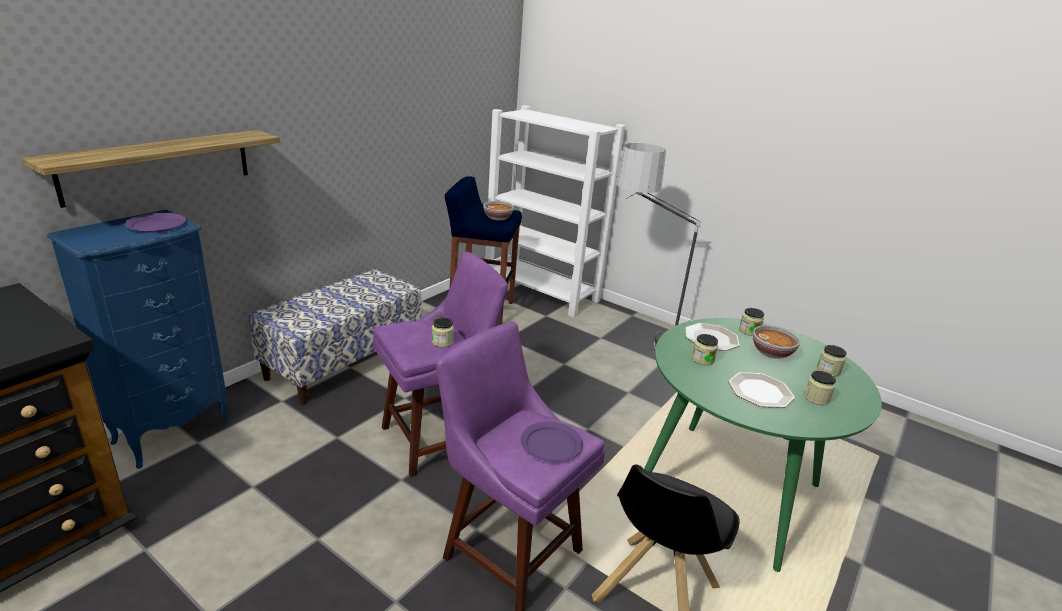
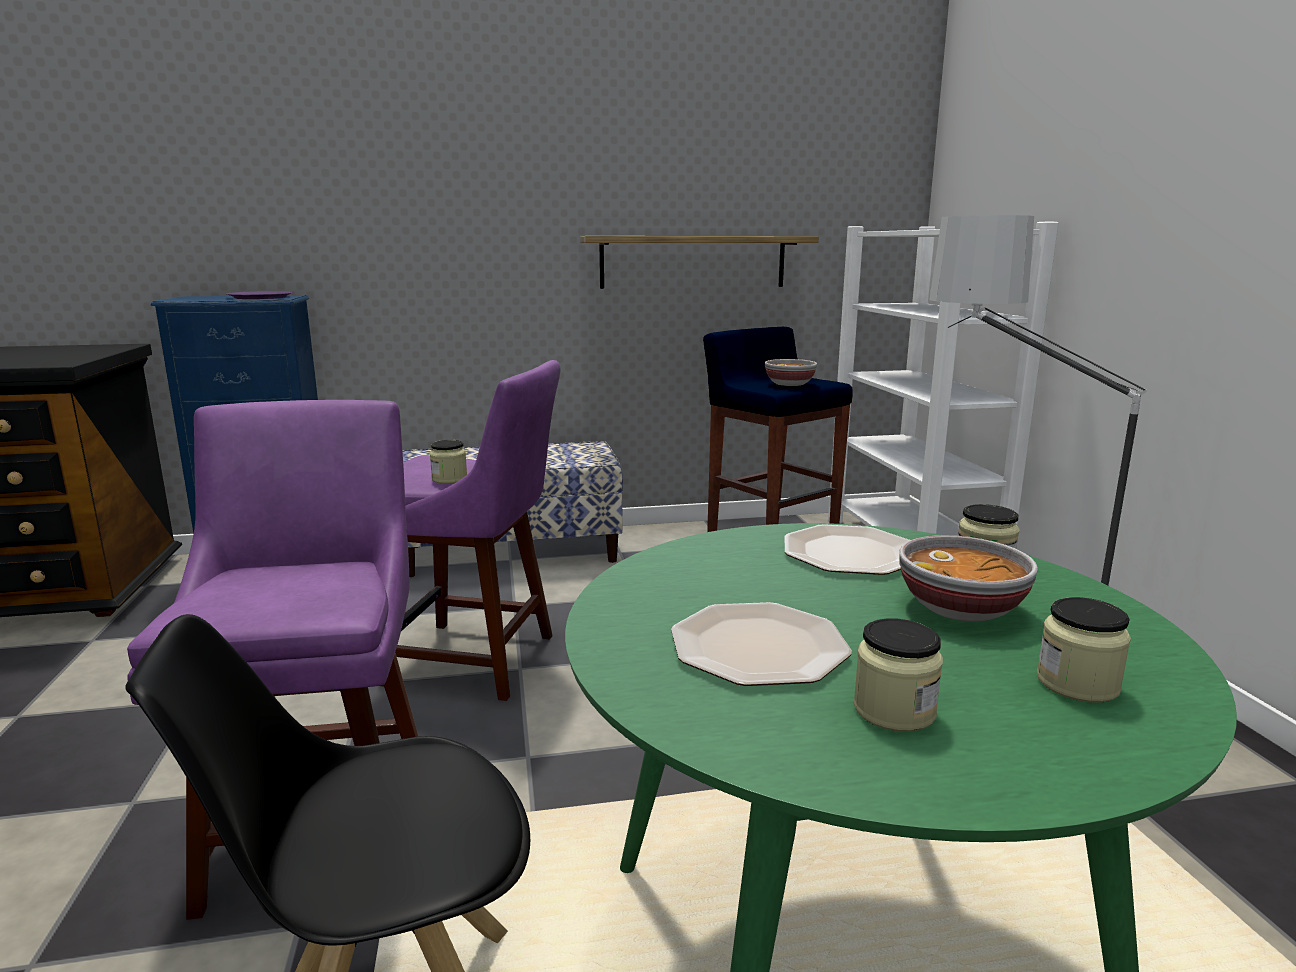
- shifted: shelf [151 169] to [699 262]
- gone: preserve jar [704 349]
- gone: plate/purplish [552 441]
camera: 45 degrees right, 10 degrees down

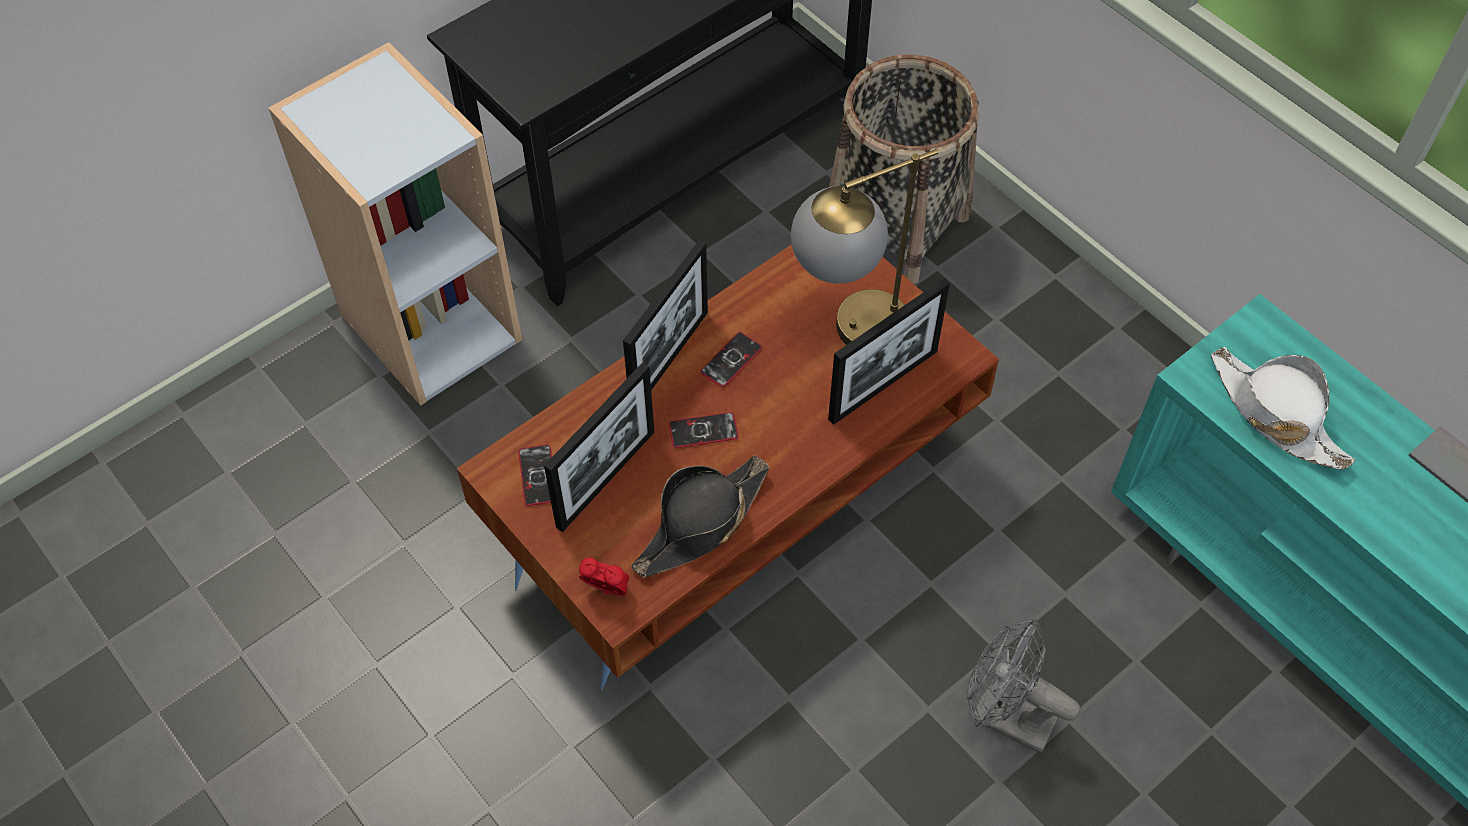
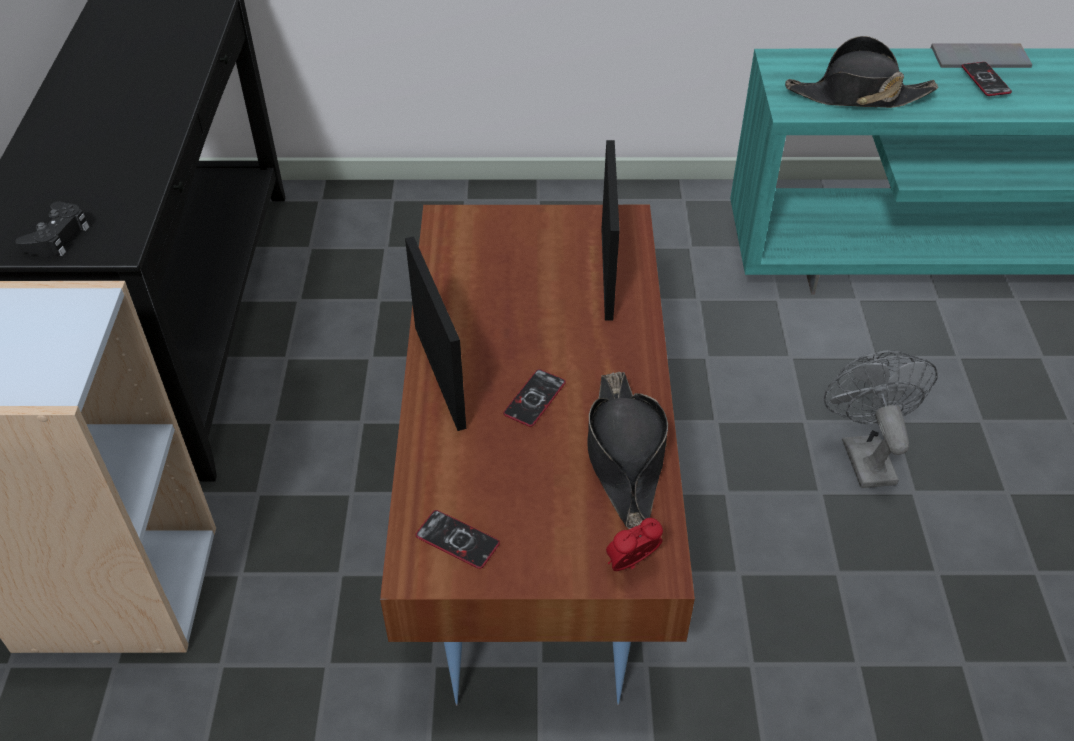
- gone: household basket [904 169]
- gone: tabletop lamp [864 247]
- shifted: phone [731 359] to [987 79]
- repainted: clothing hat/white [1283 408] to clothing hat/blackish [861 72]
- gone: photo frame [599 447]
- rotated: electric fan/grey [1023 686] = [880 419] 105 degrees clockwise
- new: joypad/blackish [52 229]
camera: 50 degrees left, 10 degrees down

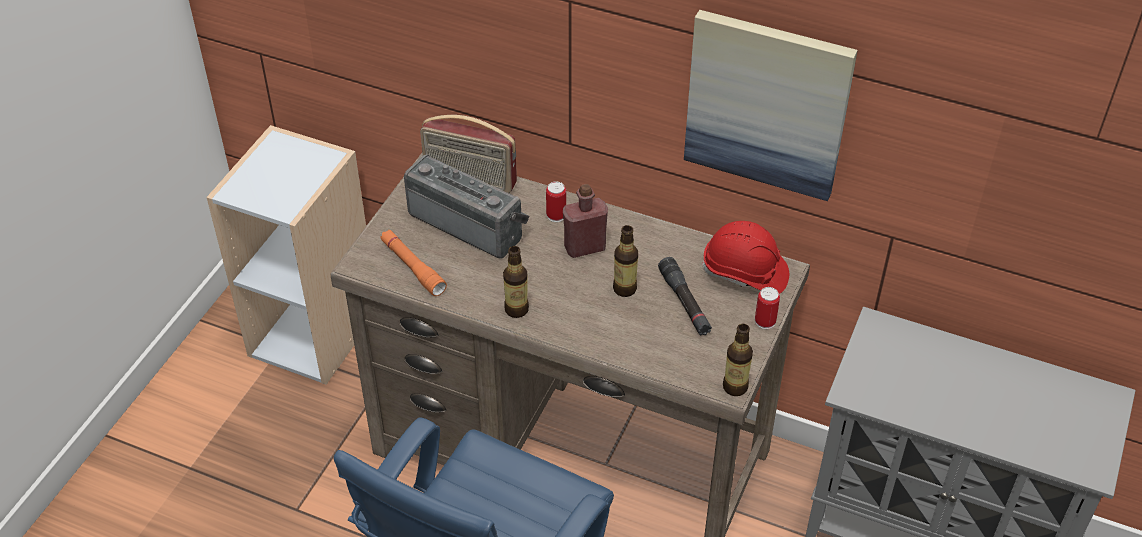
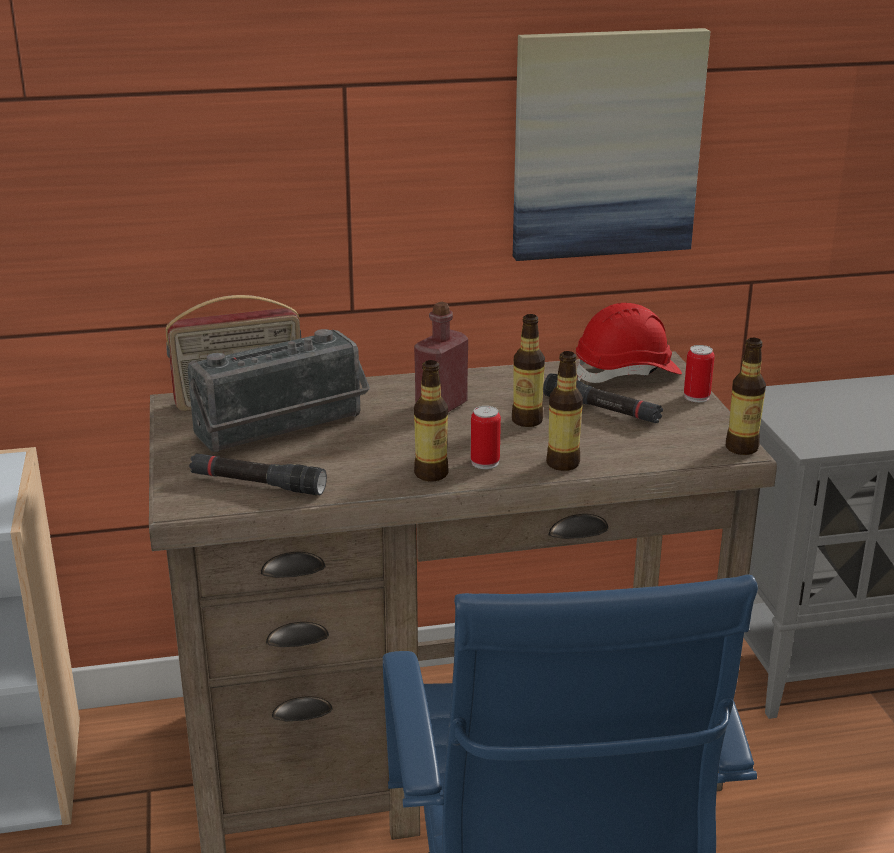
- rotated: radio receiver [467 207] = [279 390] 150 degrees clockwise
- shifted: metal can [556 201] to [486 437]
- repainted: torch/orange [413 263] to torch/blackish [258 474]
- new: drink bottle [564 411]
camera: 35 degrees left, 20 degrees down

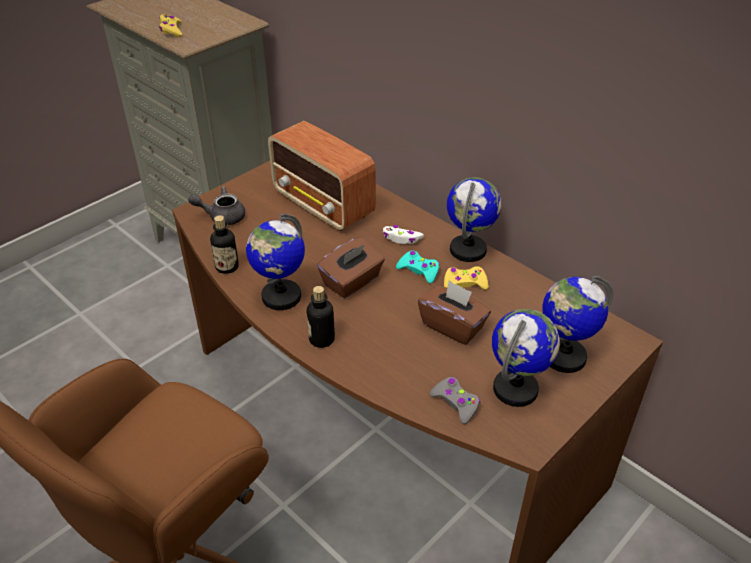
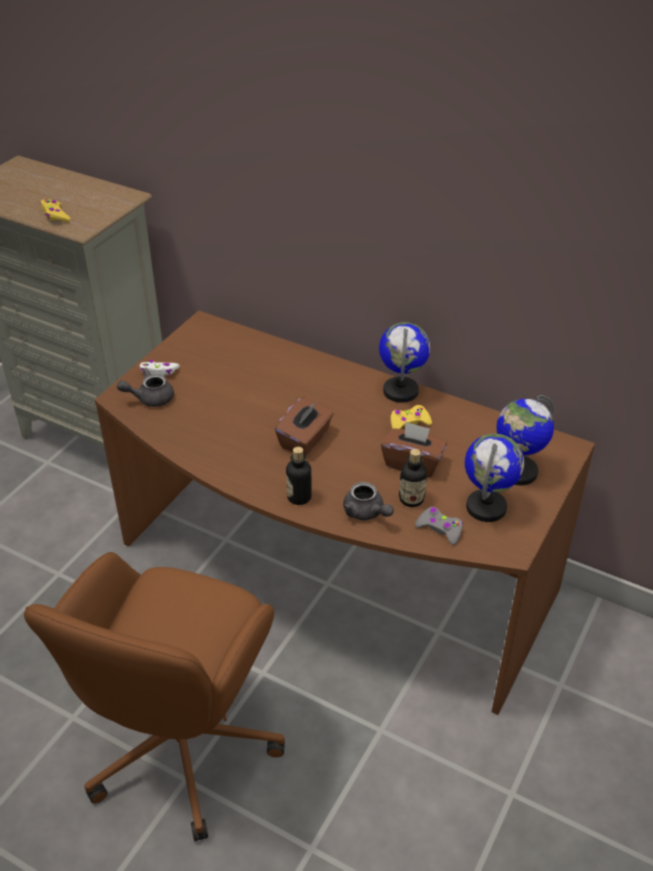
- gone: radio receiver [322 176]
- gone: desk globe [275 262]
- shifted: drink bottle [224 244] to [413 478]
- shifted: joypad/white [403 234] to [160 368]
- gone: joypad/blue-green [418 267]
- new: pot for tea/grey [368 501]
camera: 15 degrees left, 0 degrees up

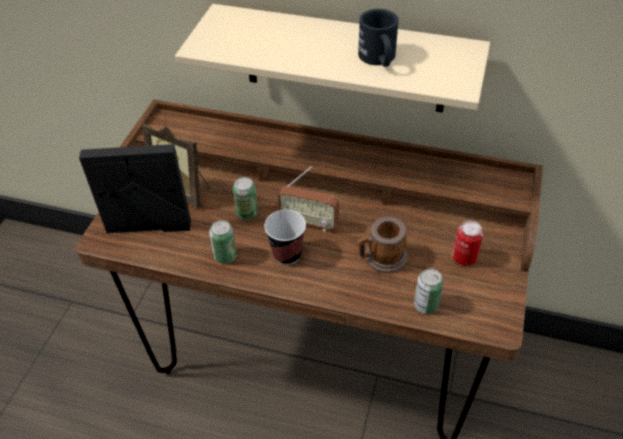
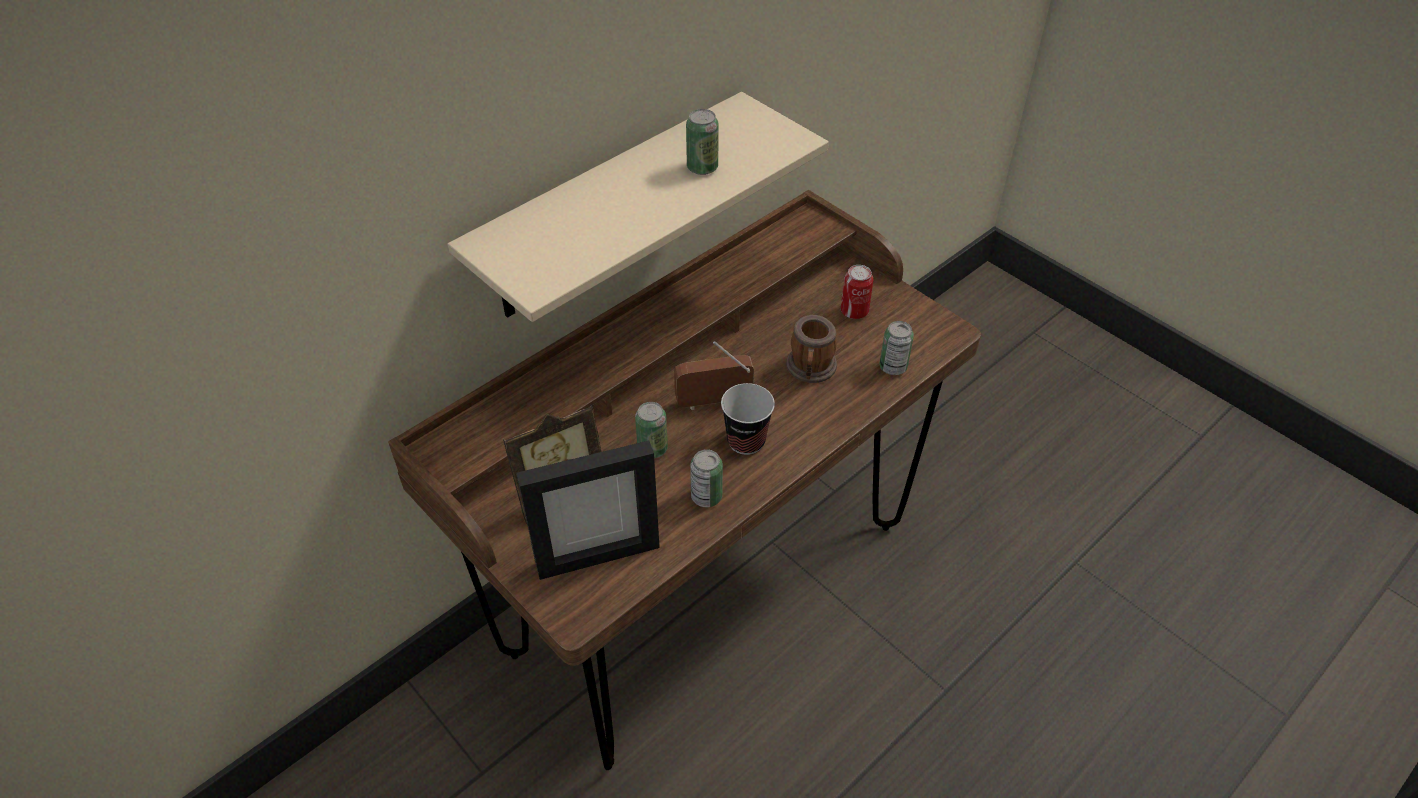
- swapped: coffee mug/blackish [378 38] to metal can [702 142]
- rotated: photo frame [135 188] = [588 510] 135 degrees counterclockwise
- rotated: radio receiver [308 199] = [714 376] 150 degrees counterclockwise
camera: 60 degrees left, 0 degrees up

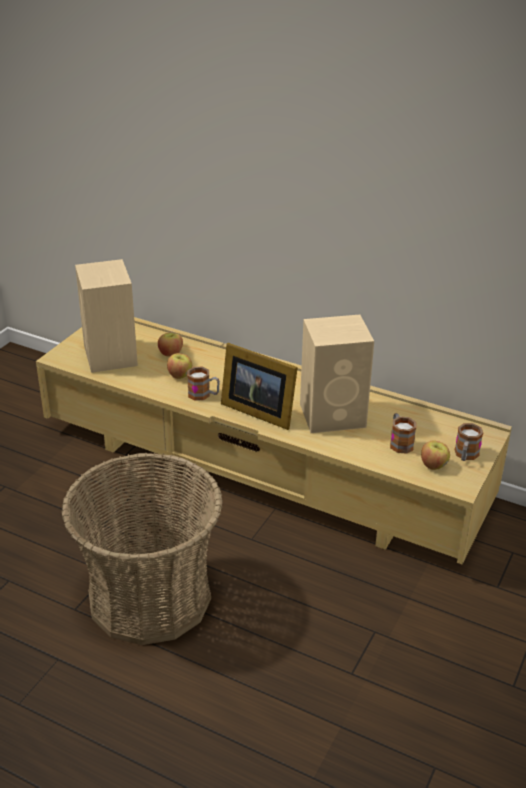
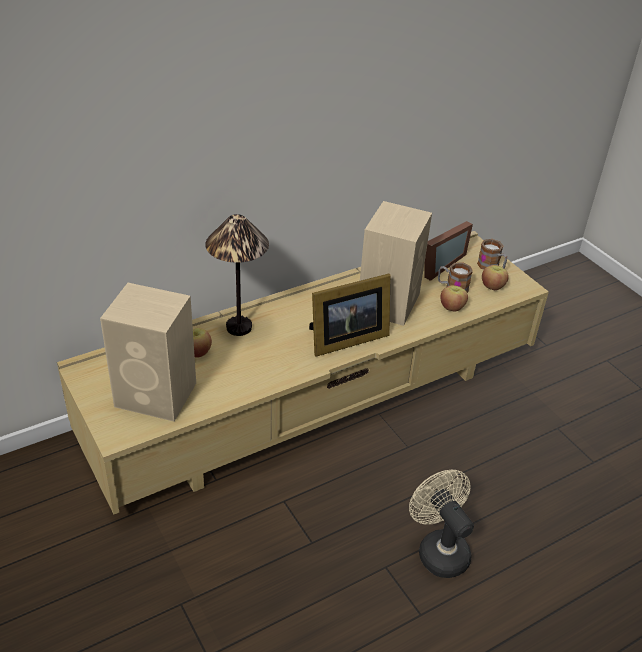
- shifted: apple [179 366] to [454 298]
- gone: coffee mug [203 384]
- swapped: household basket [142 549] to electric fan/beige [441 524]
- new: tabletop lamp [237 275]
- new: photo frame [448 251]
camera: 60 degrees left, 5 degrees up

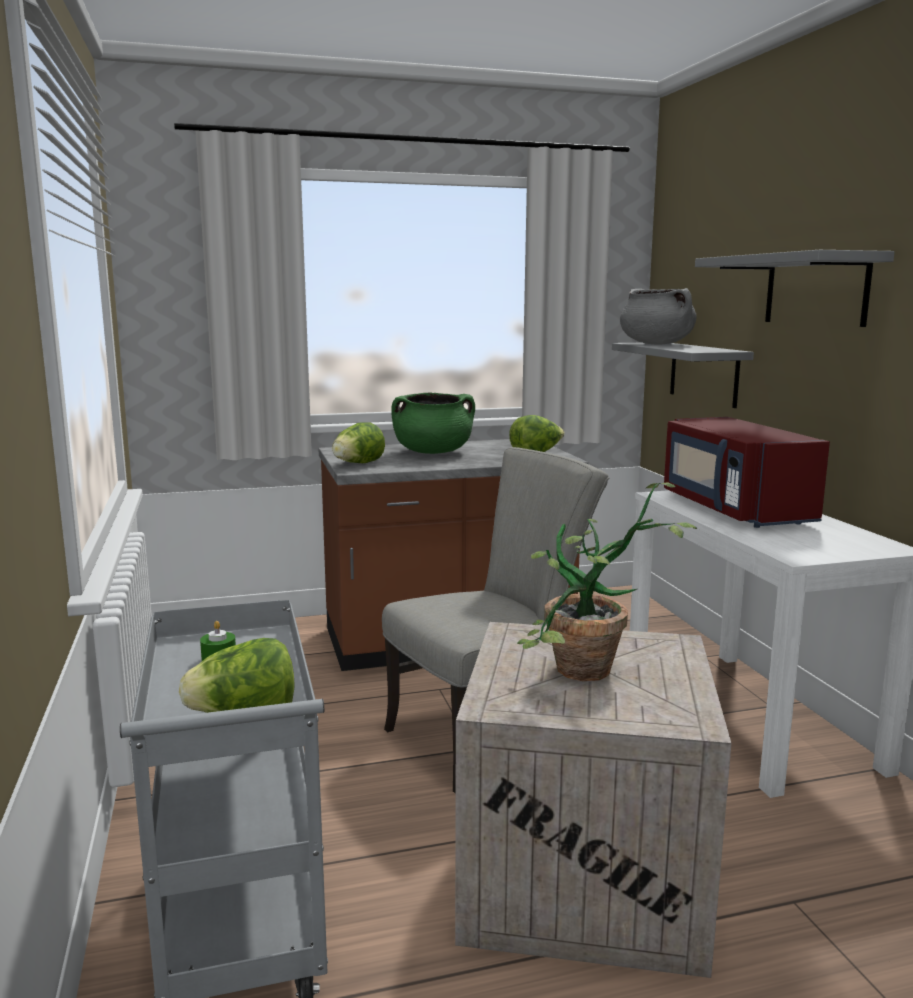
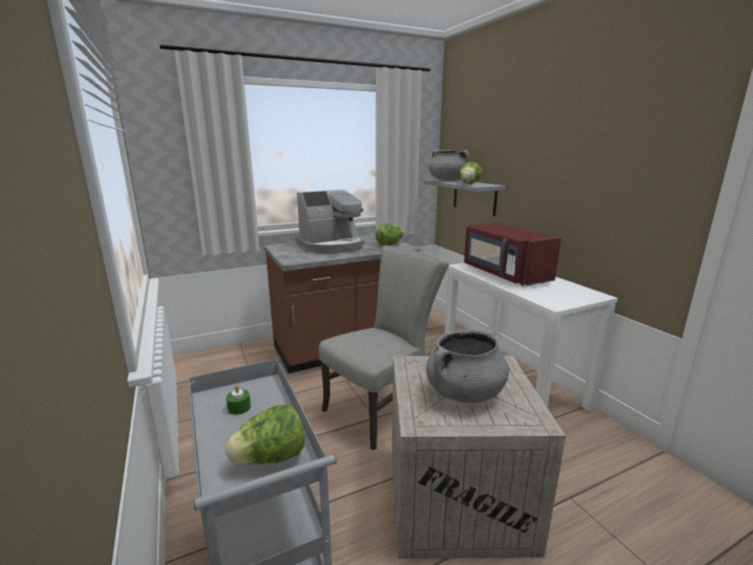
- gone: shelf/grey [795 288]
- swapped: cooking pot/green [433 423] to coffee brewer [329 221]
- shifted: lettuce head [358 442] to [471 173]
- swapped: potted plant [607 582] to cooking pot/grey [467 366]
camera: 10 degrees left, 5 degrees up

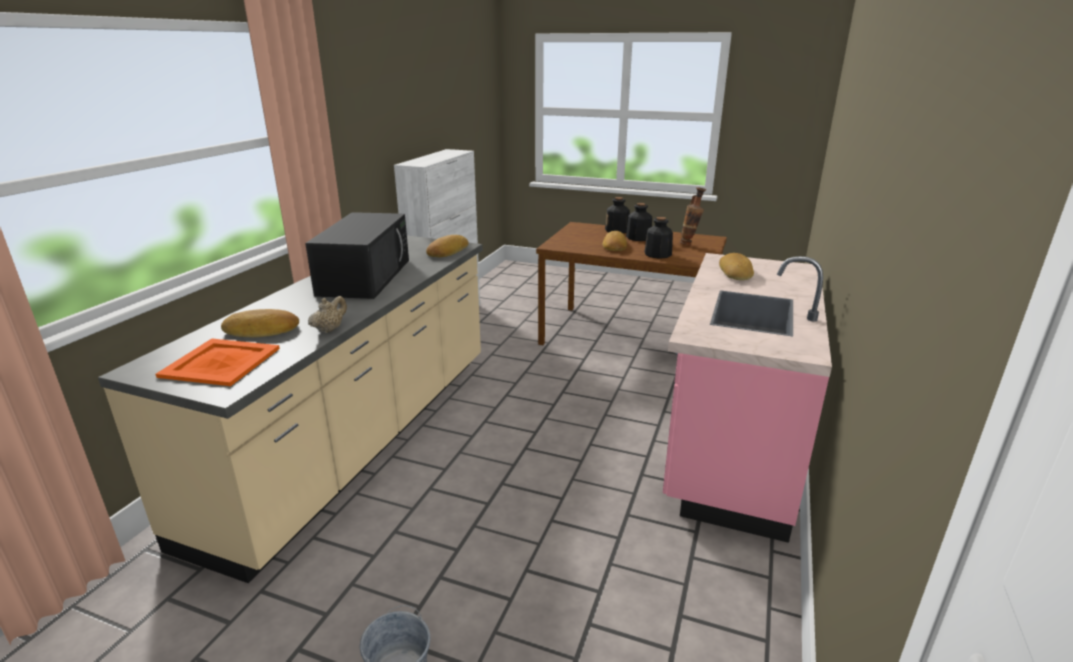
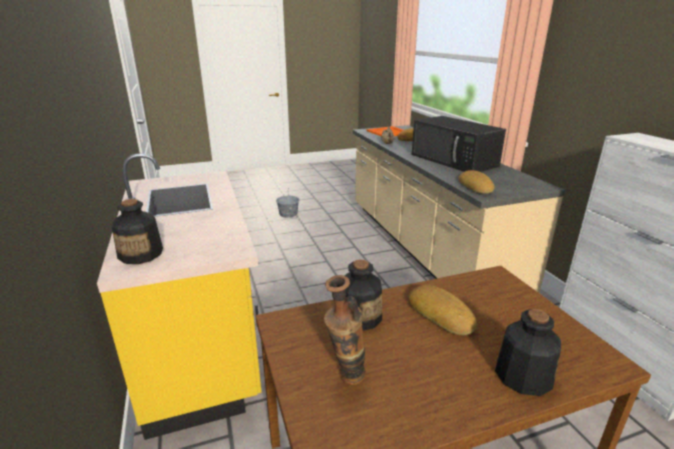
- shifted: drink bottle [639 222] to [137 231]
- repainted: counter/pink [747 398] to counter/yellowish [179 297]
- gone: bakery bread [736 266]
camera: 140 degrees right, 0 degrees up

